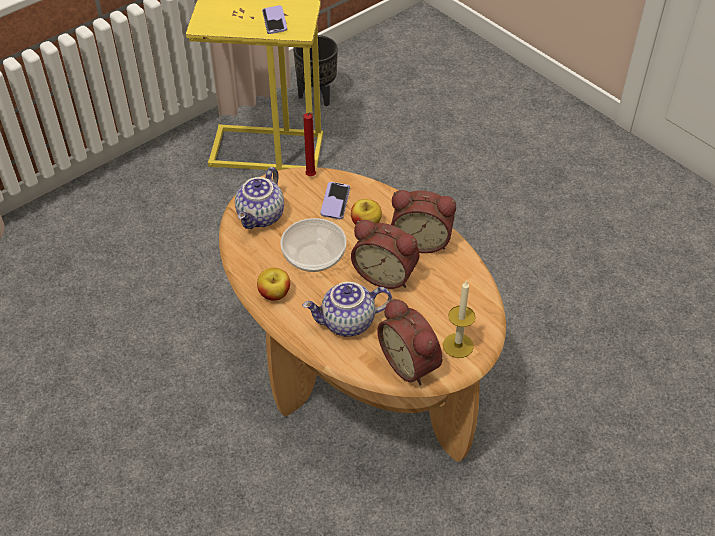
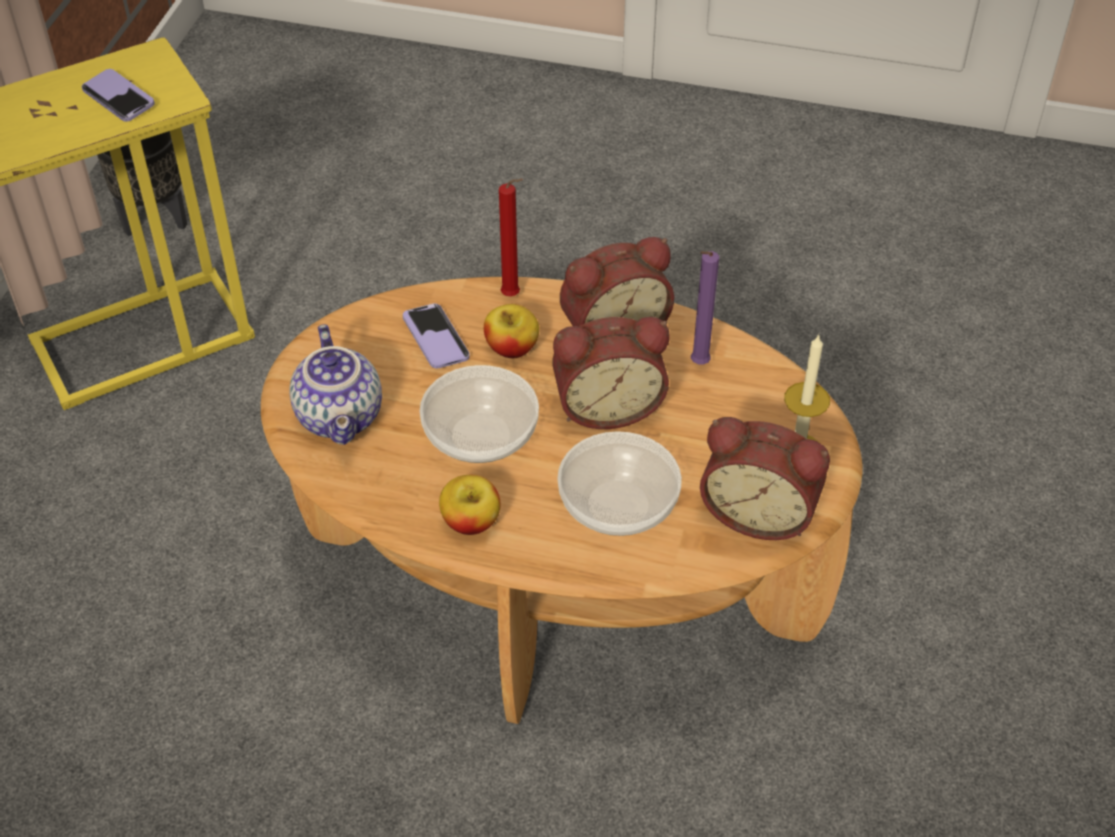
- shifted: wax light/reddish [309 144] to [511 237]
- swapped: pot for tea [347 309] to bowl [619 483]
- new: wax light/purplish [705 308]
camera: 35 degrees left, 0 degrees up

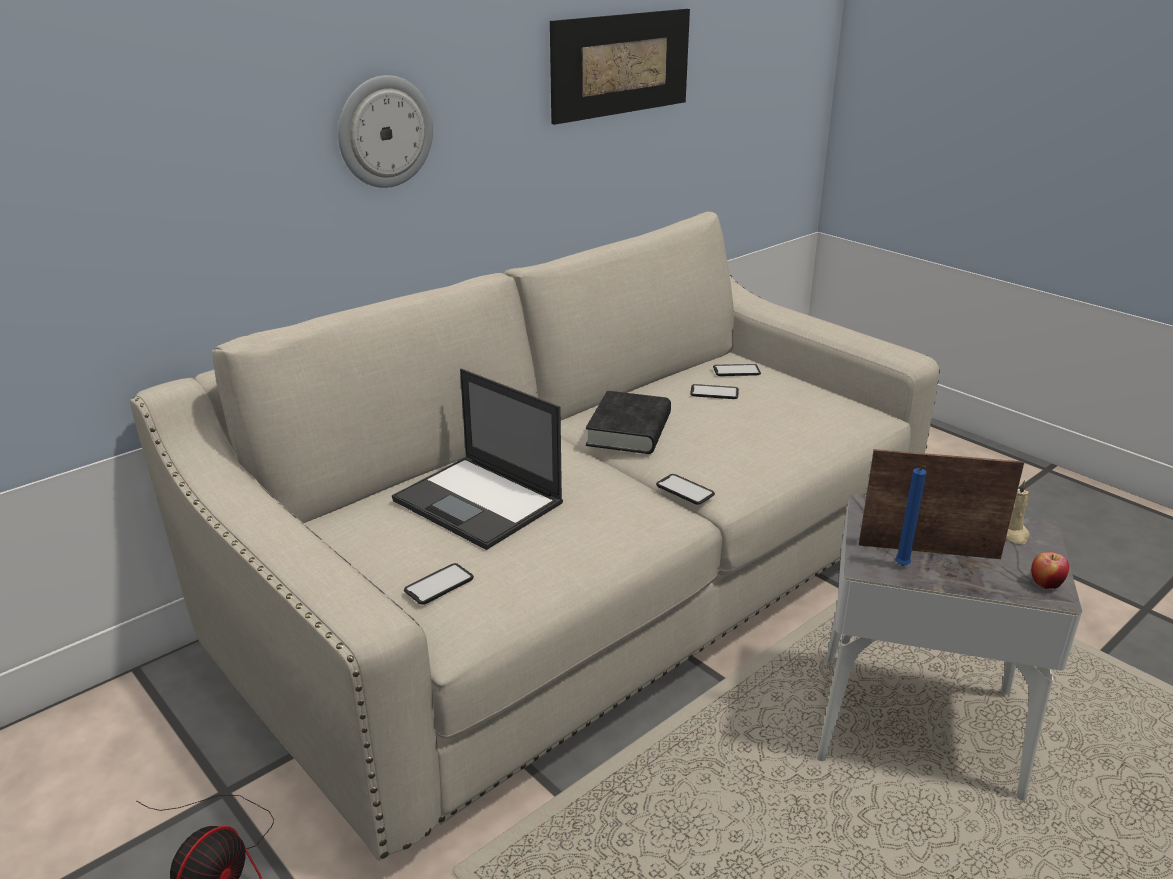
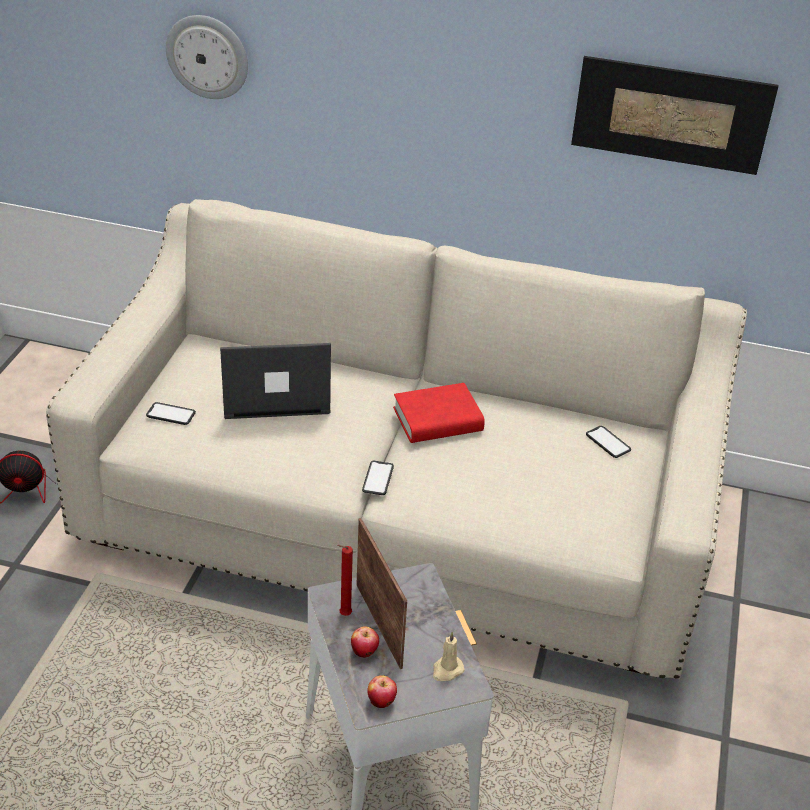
- shifted: clock on the wall [385 131] to [207 57]
- rotated: notebook computer [477 459] = [275 381] 75 degrees clockwise
- gone: phone [714 391]
- repainted: volume/blackish [628 422] to volume/reddish [439 413]
- repainted: wax light/bluish [911 516] to wax light/reddish [345 580]
- new: apple [365 642]
camera: 55 degrees right, 10 degrees up

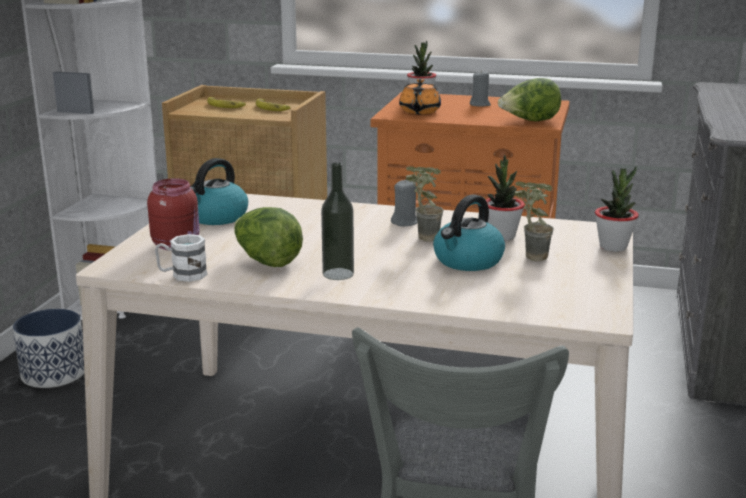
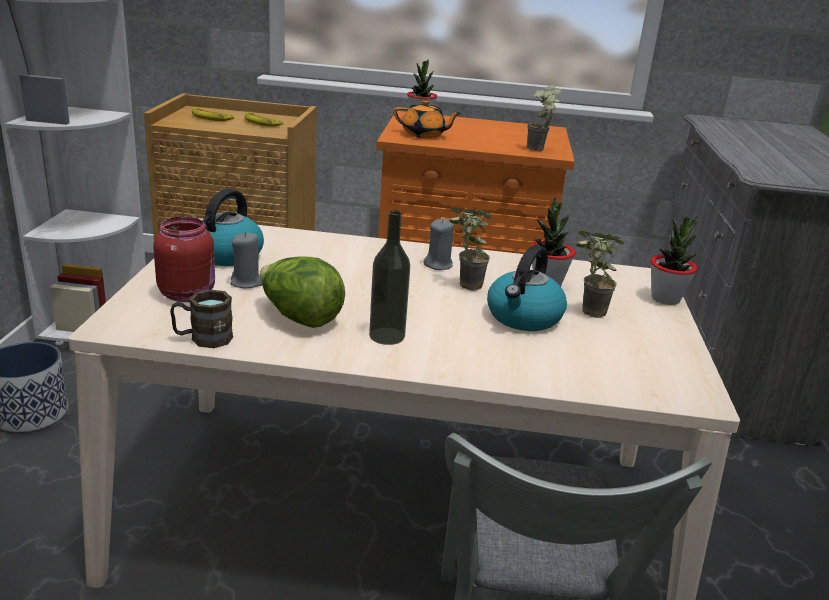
- shifted: wax light/grey [480 88] to [246 260]
- swapped: lettuce head [529 99] to potted plant [544 117]
- rotated: pot for tea/orange [420 96] = [427 119] 75 degrees counterclockwise
- repainted: coffee mug/white [181 258] to coffee mug/brownish [201 318]
camera: 10 degrees left, 5 degrees up

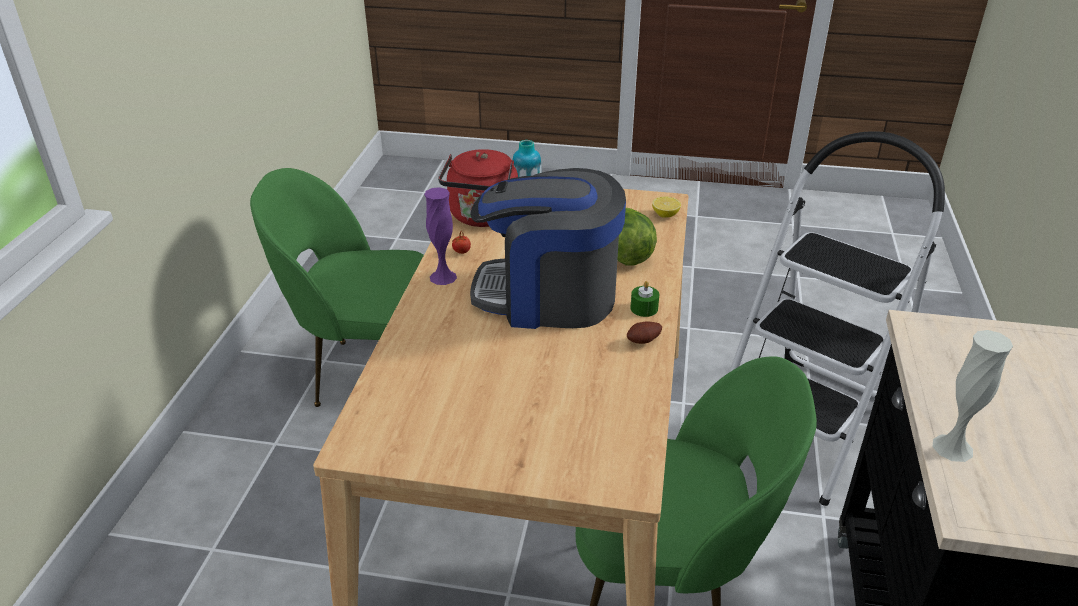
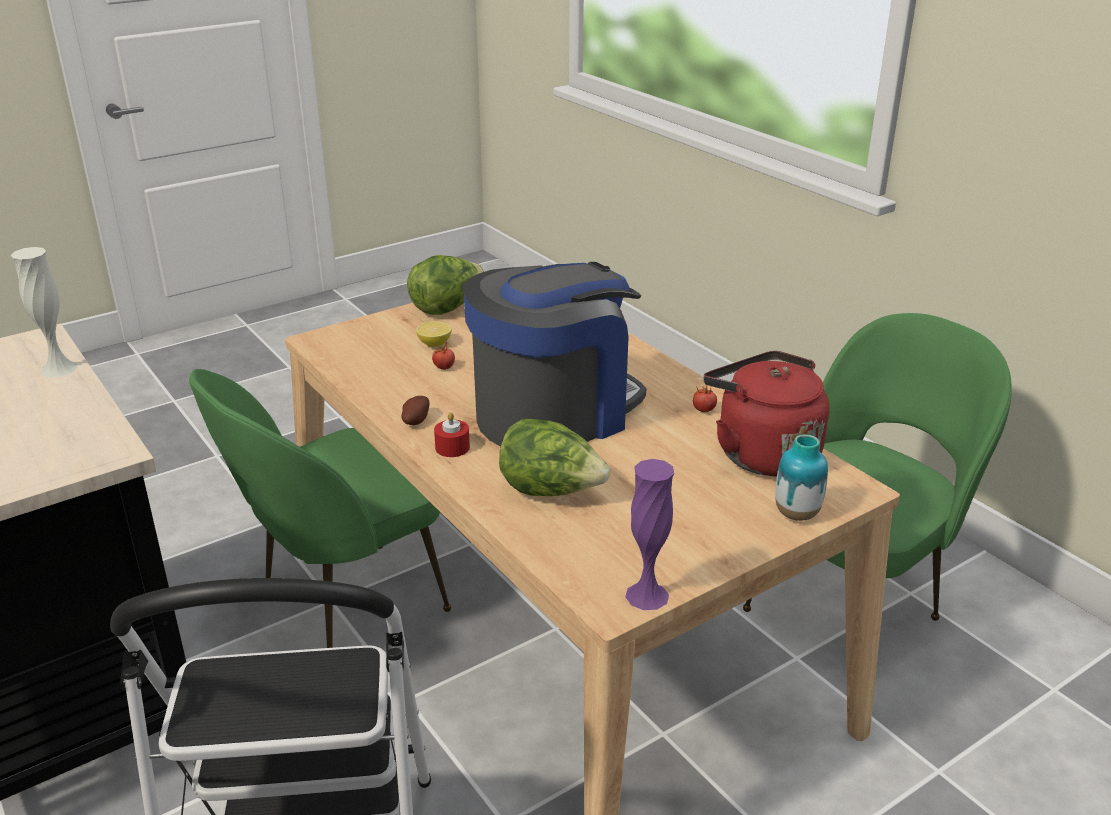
- shifted: vase/purplish [440 236] to [649 534]
- shifted: lemon [666 207] to [434 334]
- repainted: wax light/green [645 299] to wax light/reddish [452 434]
- new: lettuce head [445 285]
- new: fresh tomato [443 355]
camera: 135 degrees right, 5 degrees down

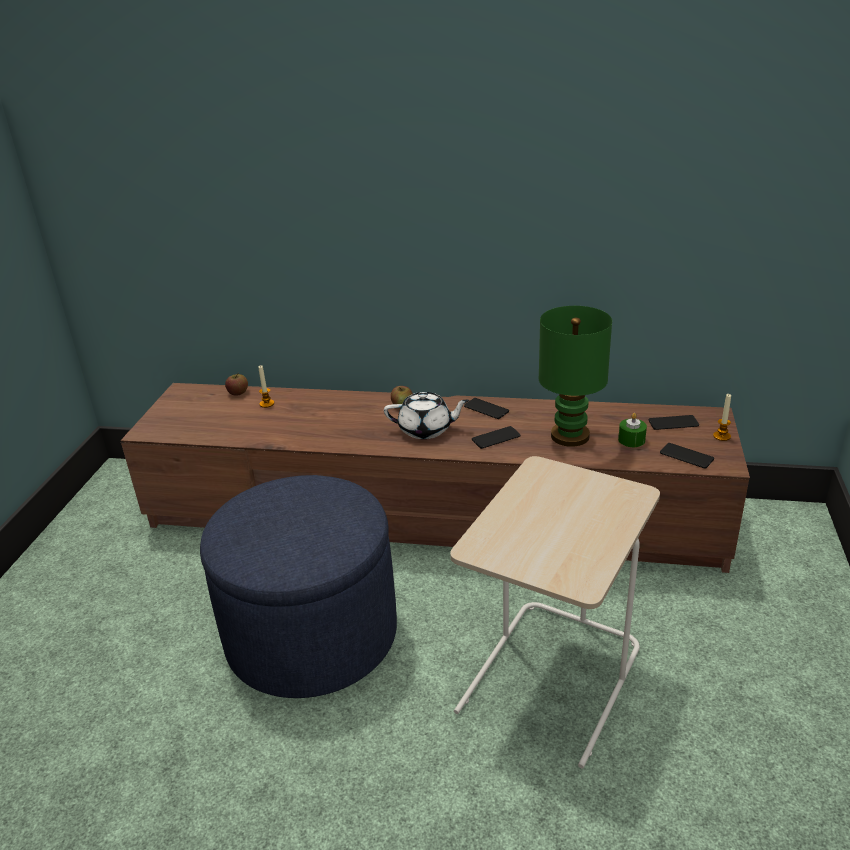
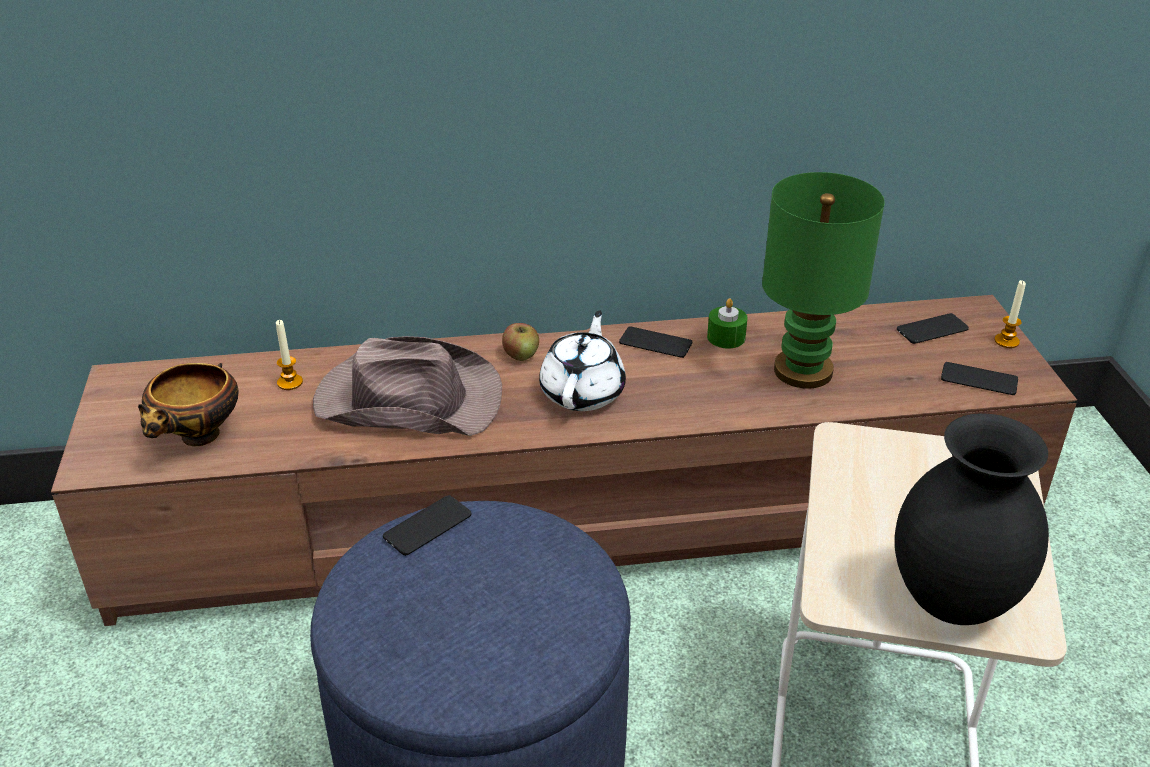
- gone: apple [236 384]
- rotated: pot for tea/white [427 415] = [582 361] 60 degrees counterclockwise
- shifted: wax light/green [632 430] to [727 324]
- shifted: phone [496 437] to [427 525]
- new: clothing hat/brownish [407 386]
- new: bowl [188 404]
- new: vase/blackish [972 519]
camera: 20 degrees left, 5 degrees up

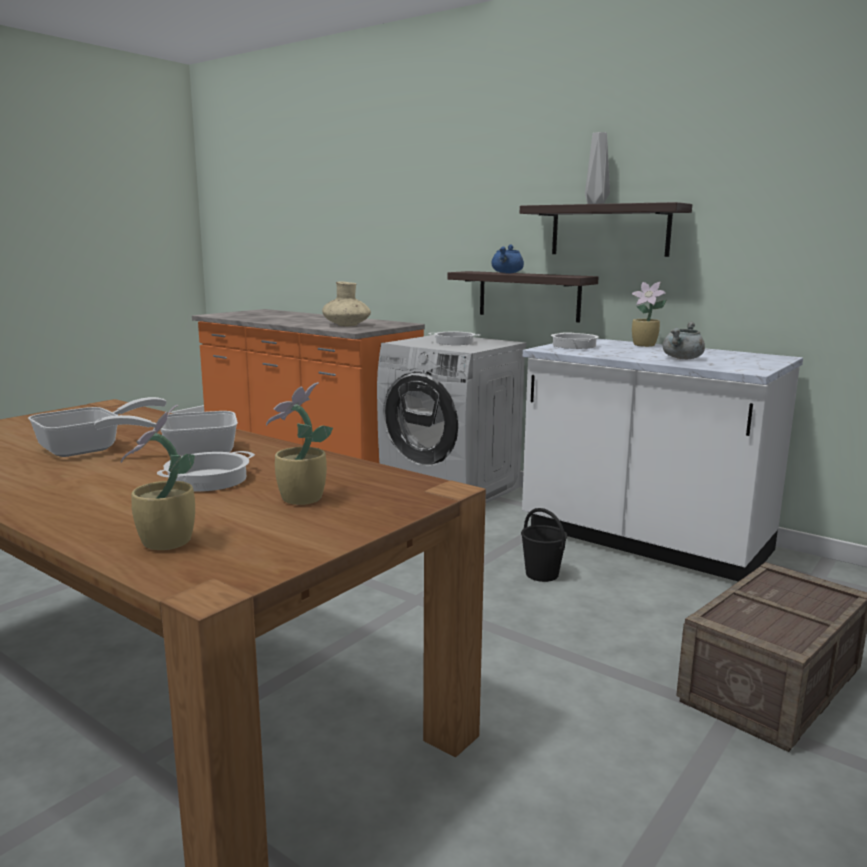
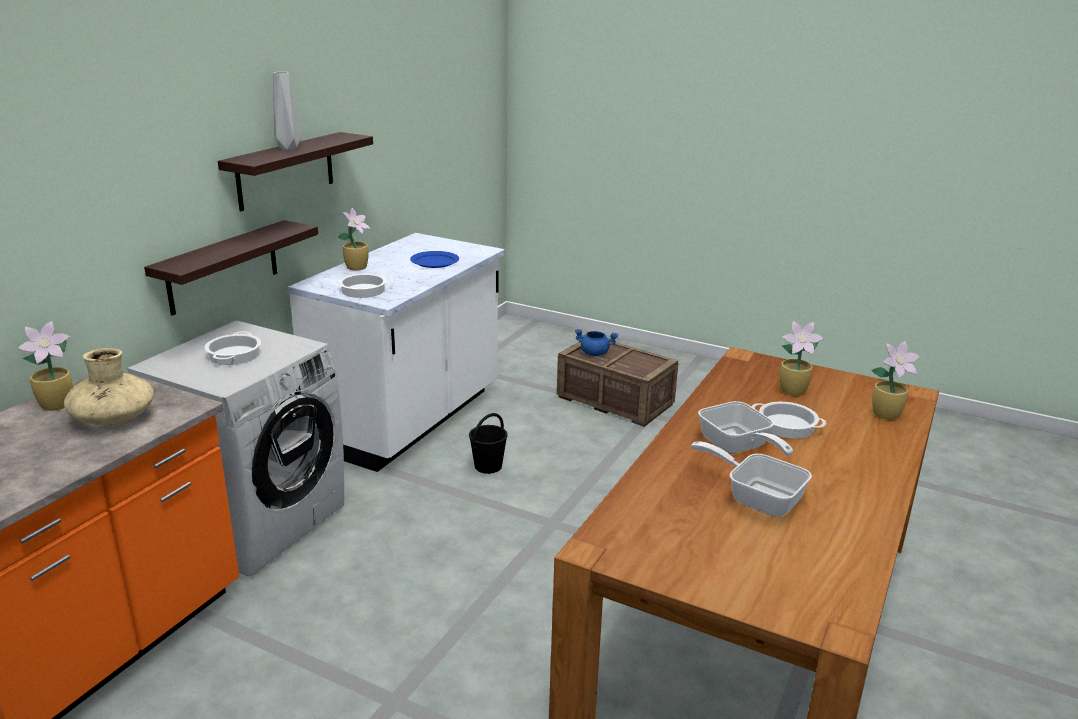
- shifted: cooking pot/bluish [507 258] to [596 342]
- swapped: cooking pot/grey [684 340] to plate/bluish [434 259]
- new: potted plant [45 366]
camera: 100 degrees left, 10 degrees up

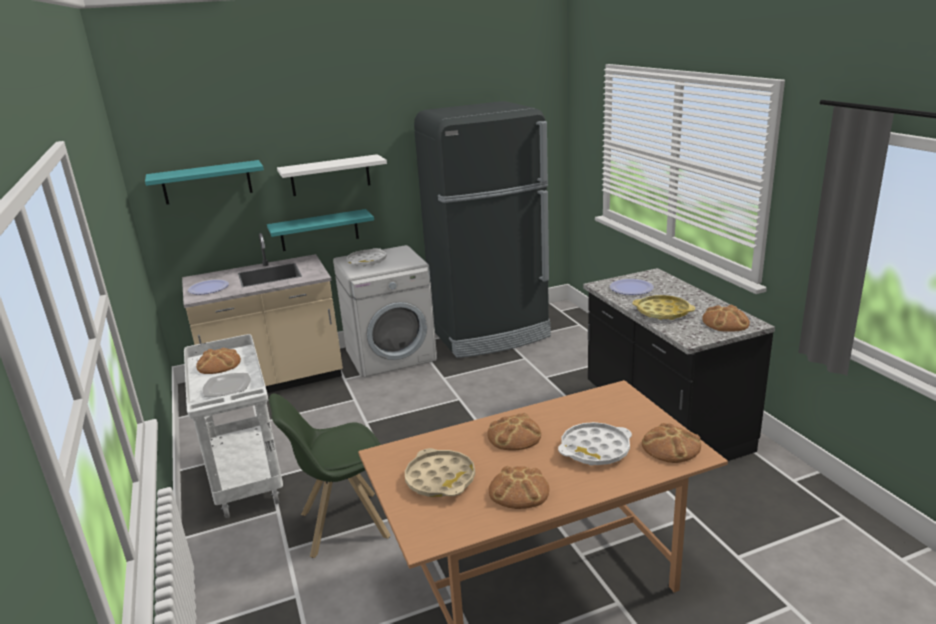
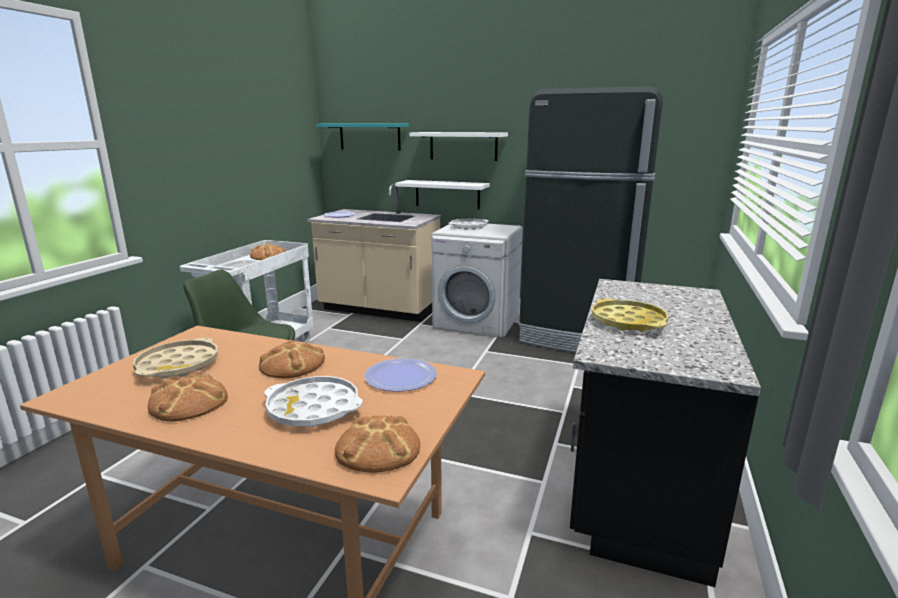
- repainted: shelf/blue-green [320 230] to shelf/white [442 195]
- shifted: plate [632 287] to [400 375]
- gone: bakery bread [726 318]
camera: 40 degrees right, 5 degrees down

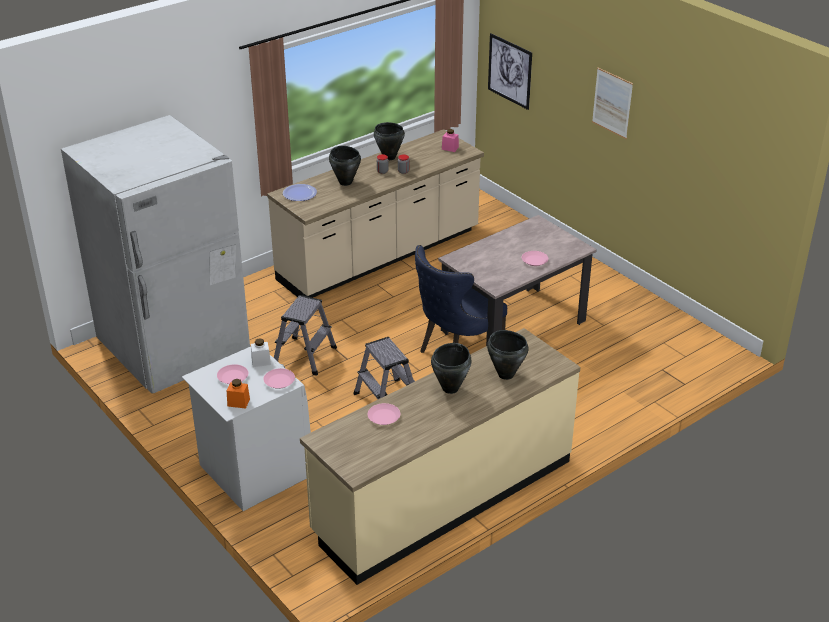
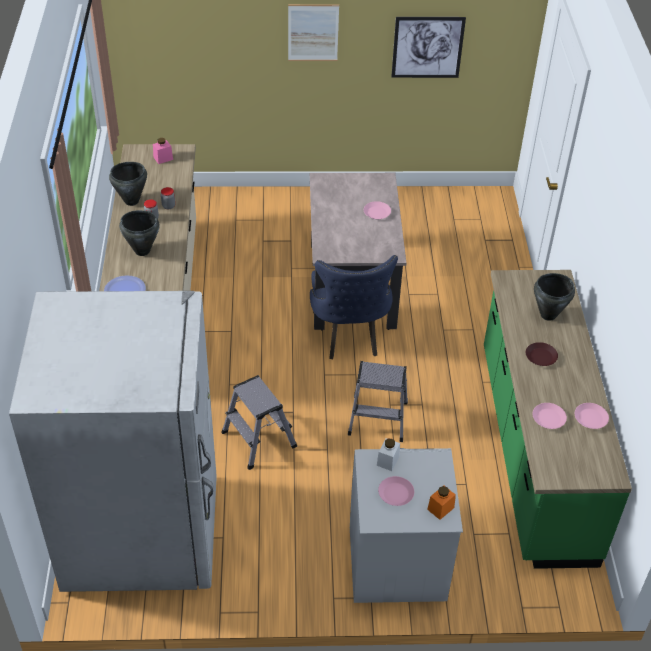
- shifted: picture [510 71] to [428 47]
- repainted: counter/beige [440 456] to counter/green [558 419]
- swapped: cooking pot/blackish [451 368] to plate/brownish [542 354]
- shifted: plate/pink [279 378] to [592 416]
camera: 55 degrees left, 10 degrees up

